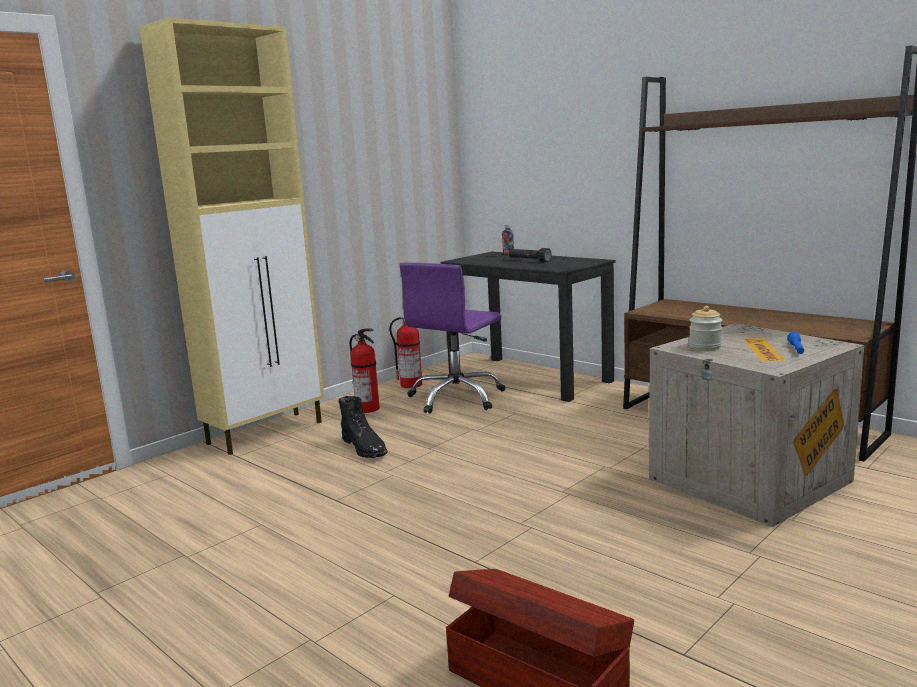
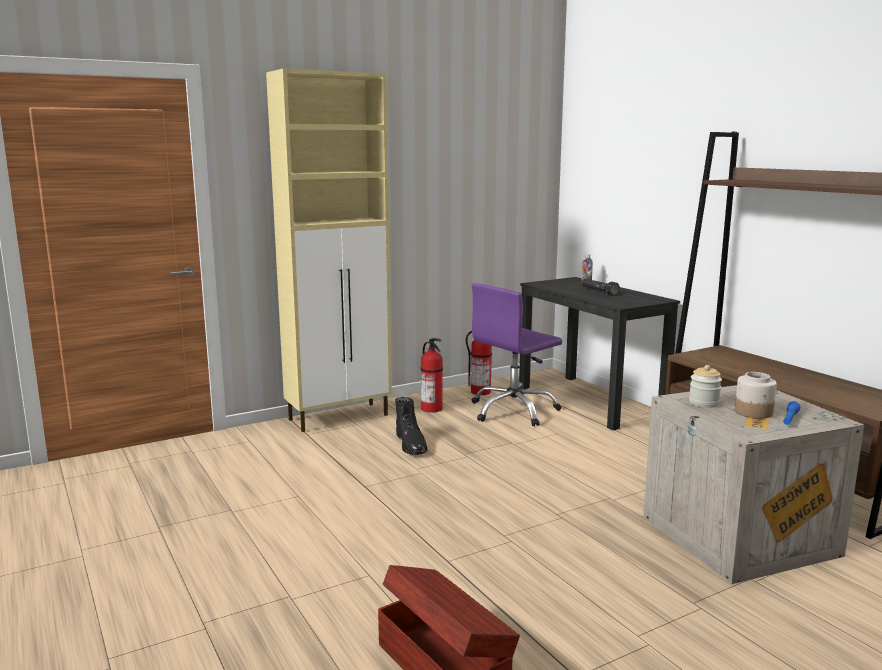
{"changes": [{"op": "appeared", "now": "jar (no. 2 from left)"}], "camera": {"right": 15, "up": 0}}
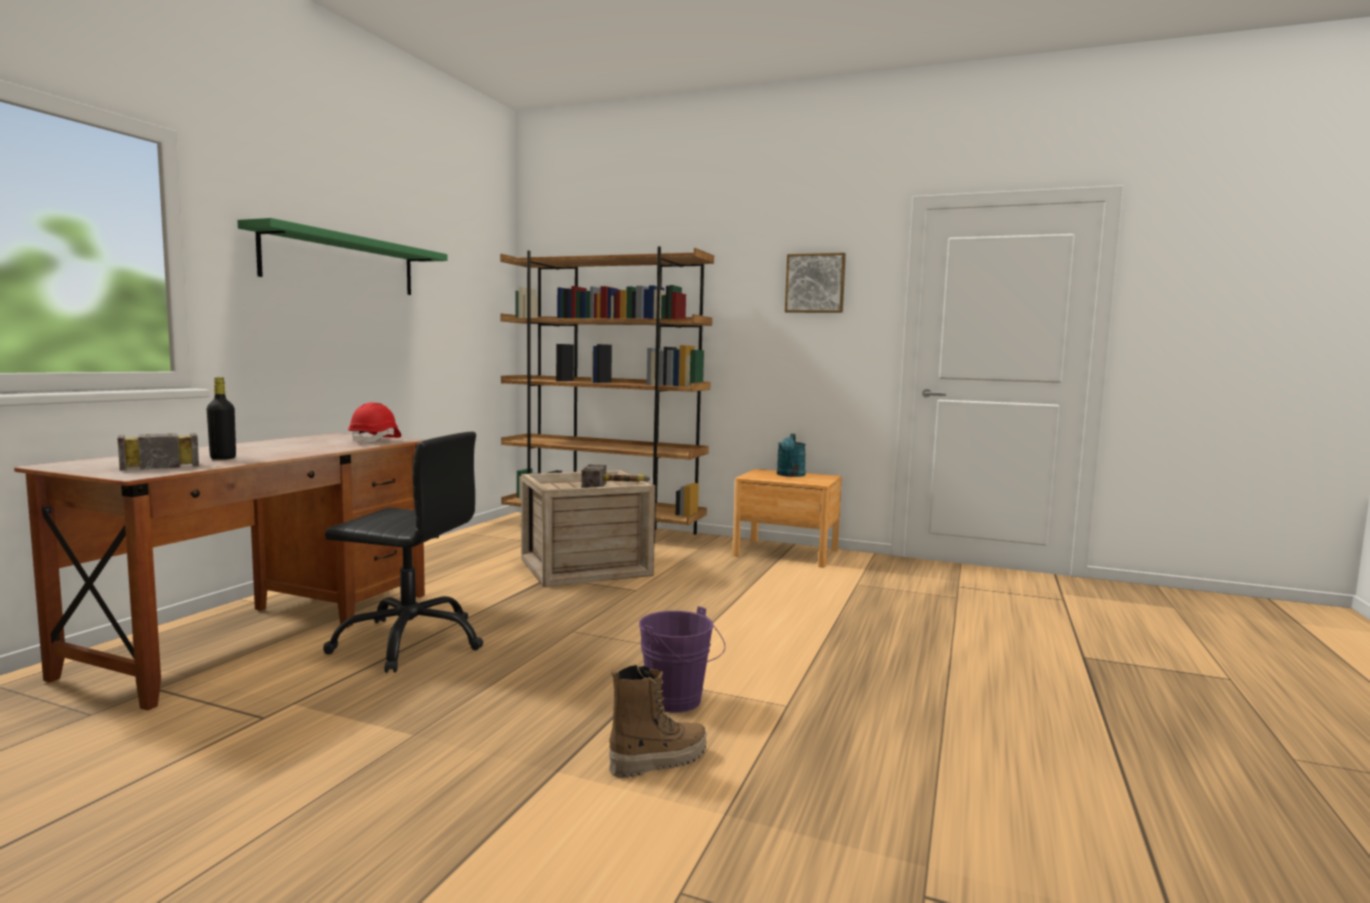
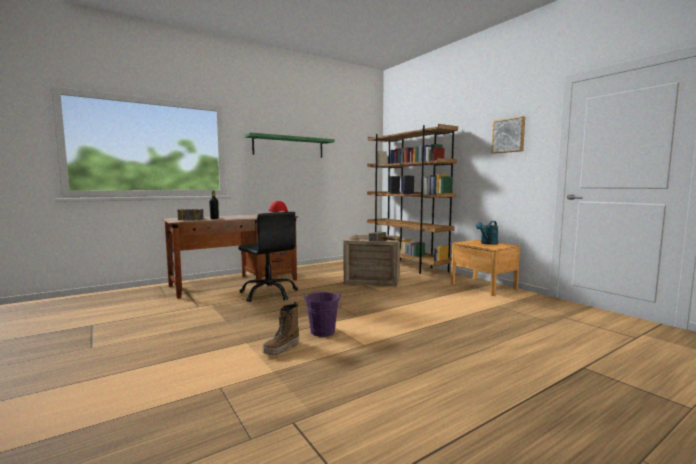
{"changes": [{"op": "spun", "was": "boot", "clockwise": 120}], "camera": {"right": 35, "up": 0}}
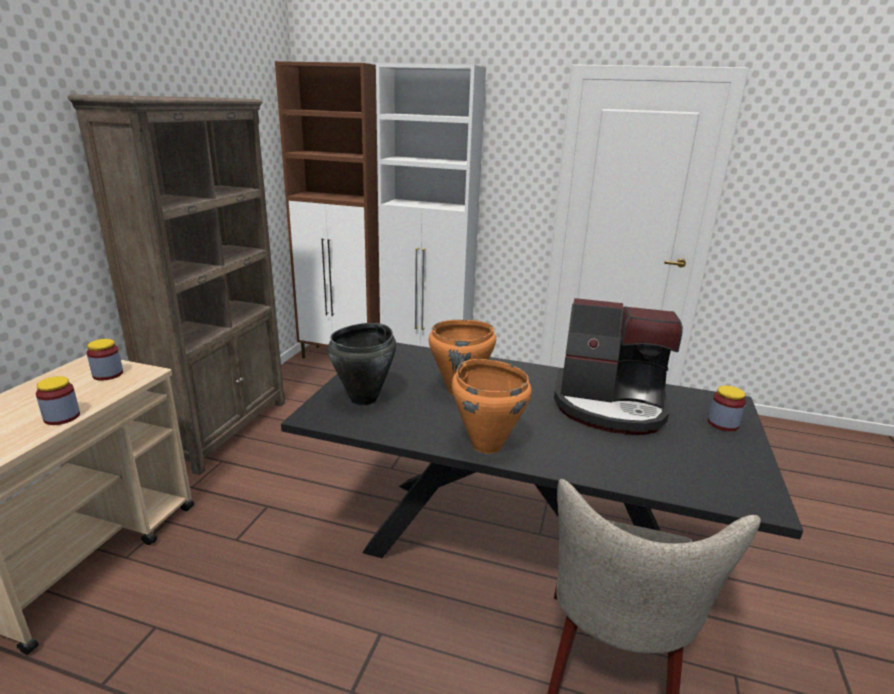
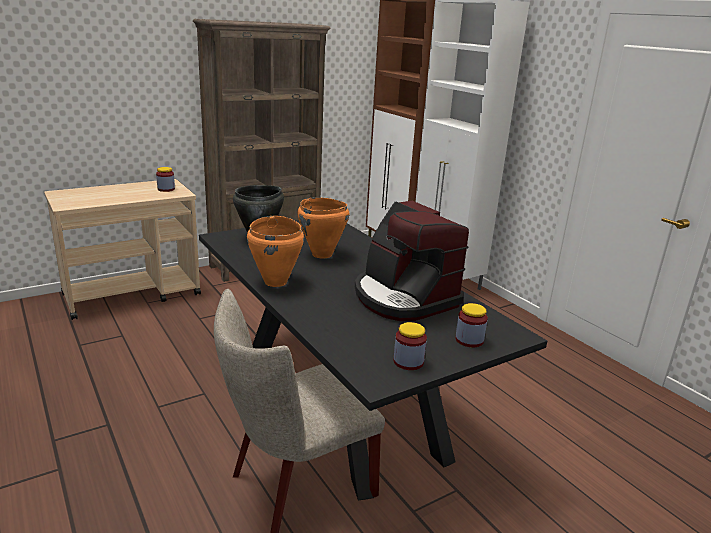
{"changes": [{"op": "relocated", "was": "jar (no. 1 from left in the first image)", "now": "jar (no. 2 from left)"}], "camera": {"right": 40, "up": 0}}
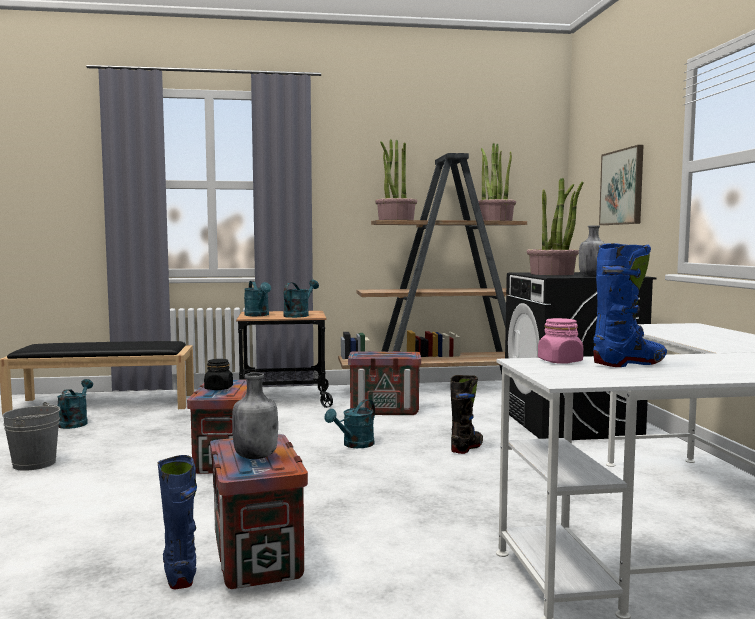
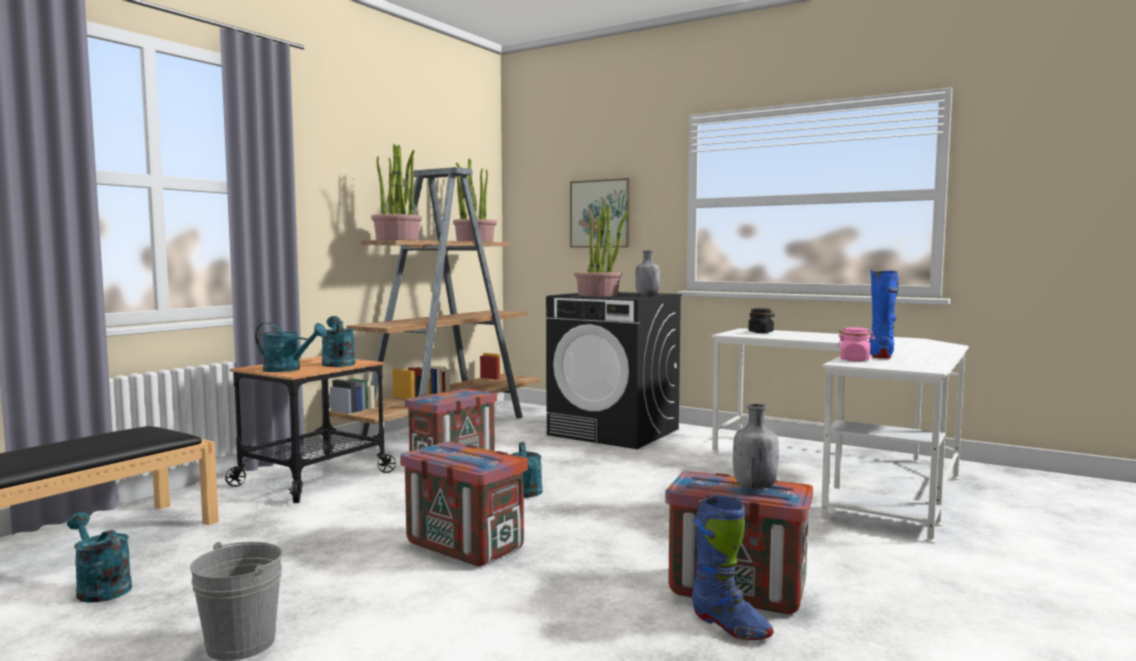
{"changes": [{"op": "spun", "was": "blue boot (no. 1 from left)", "clockwise": -150}, {"op": "relocated", "was": "black jar"}, {"op": "missing", "was": "black boot"}], "camera": {"right": -50, "up": 0}}
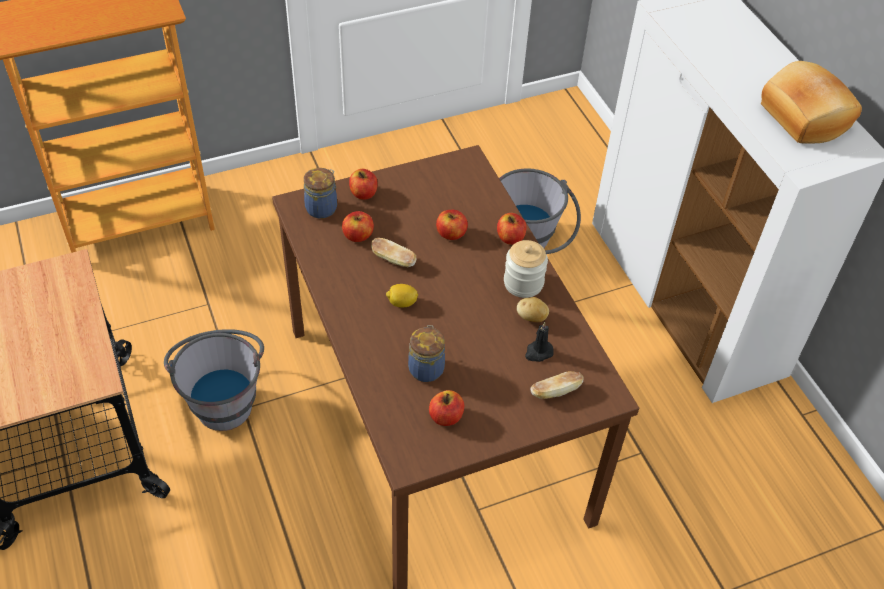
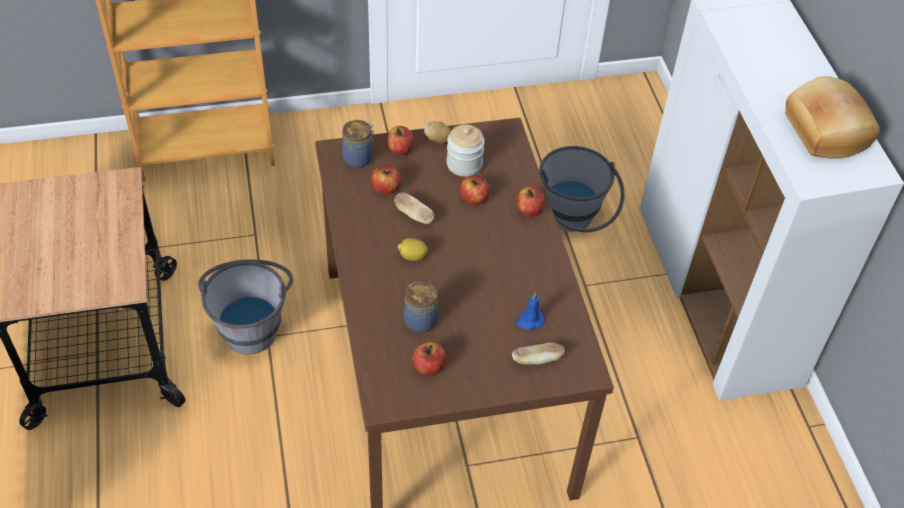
{"changes": [{"op": "relocated", "was": "potato"}, {"op": "relocated", "was": "jar (no. 3 from left)"}, {"op": "colour", "was": "black candle", "now": "blue candle"}], "camera": {"right": 10, "up": 0}}
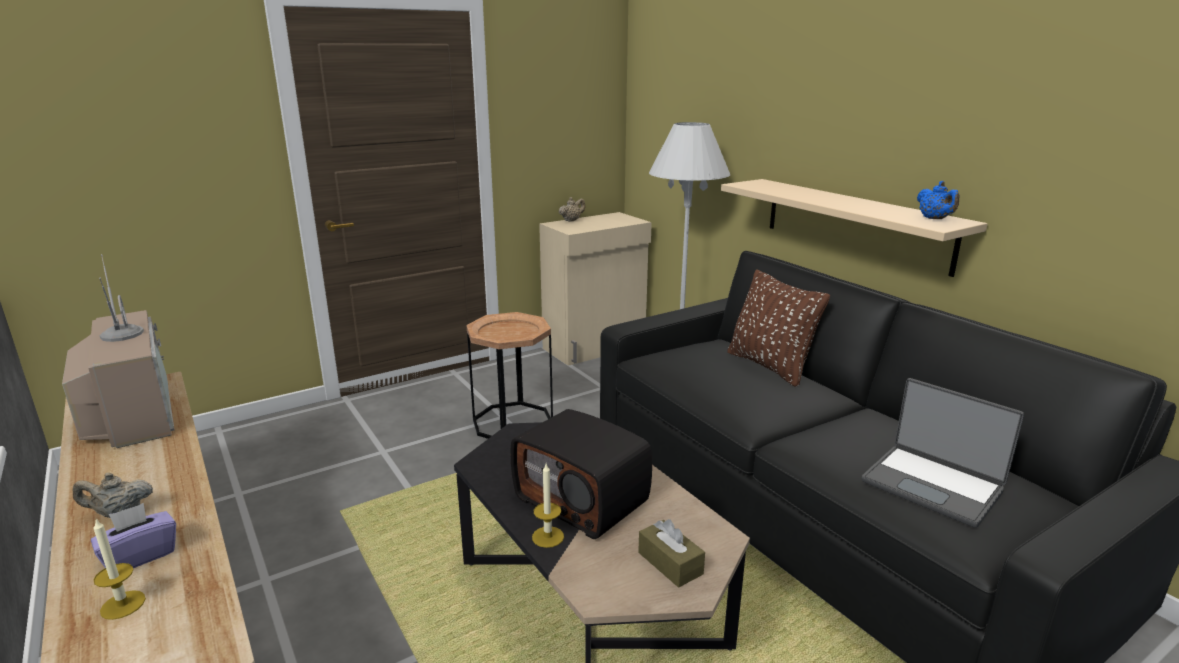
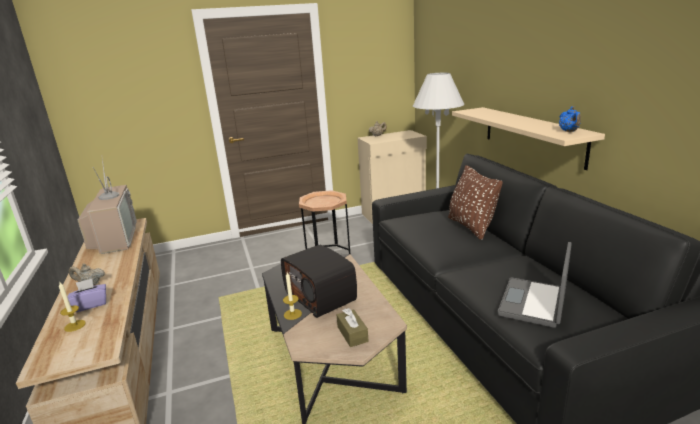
{"changes": [{"op": "spun", "was": "laptop", "clockwise": 60}], "camera": {"right": 15, "up": 0}}
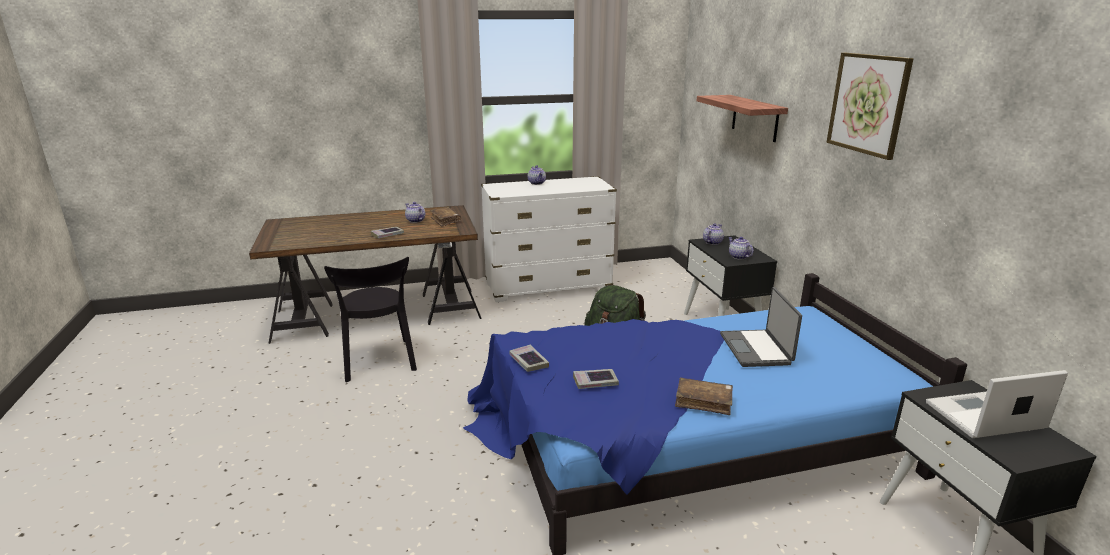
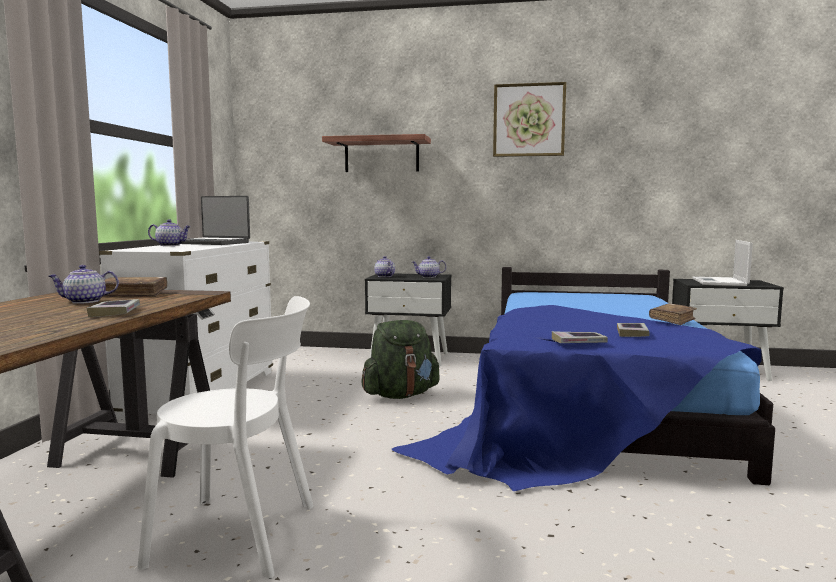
{"changes": [{"op": "colour", "was": "black chair", "now": "white chair"}, {"op": "relocated", "was": "laptop (no. 1 from left)"}], "camera": {"right": -65, "up": -15}}
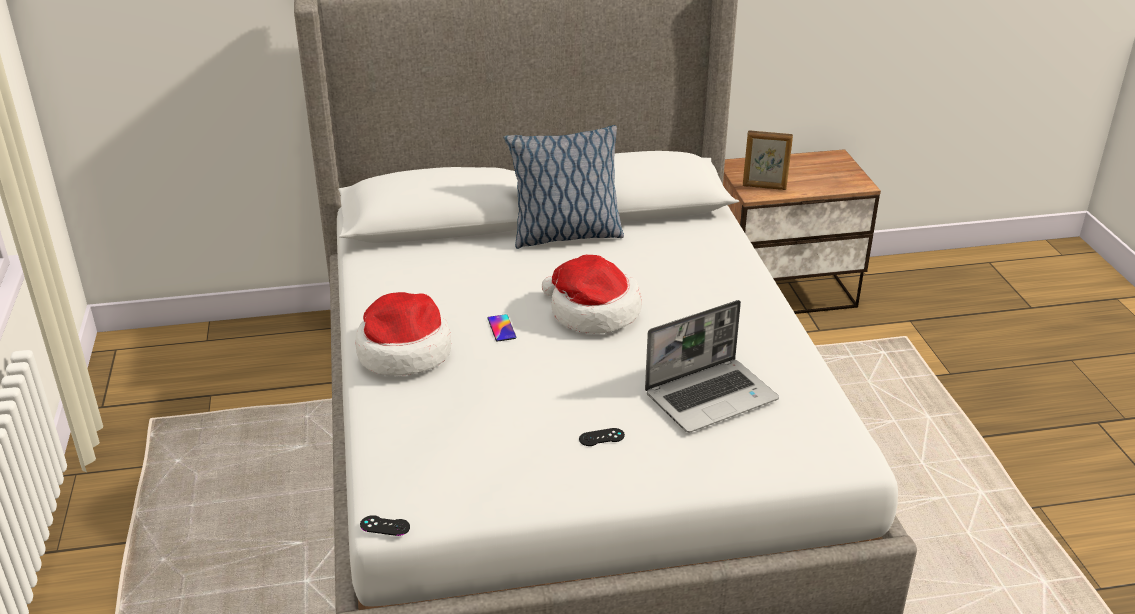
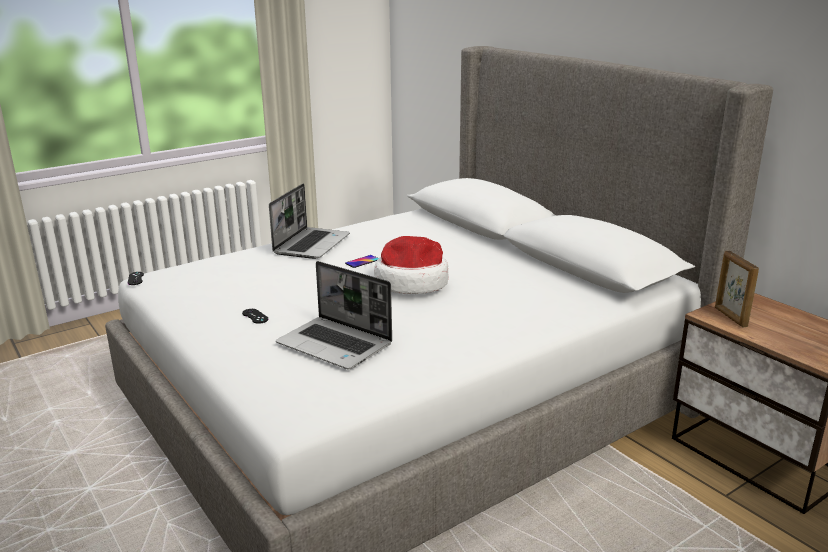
{"changes": [{"op": "exchanged", "was": "hat (no. 1 from left)", "now": "laptop (no. 1 from left)"}, {"op": "missing", "was": "pillow"}], "camera": {"right": 65, "up": -10}}
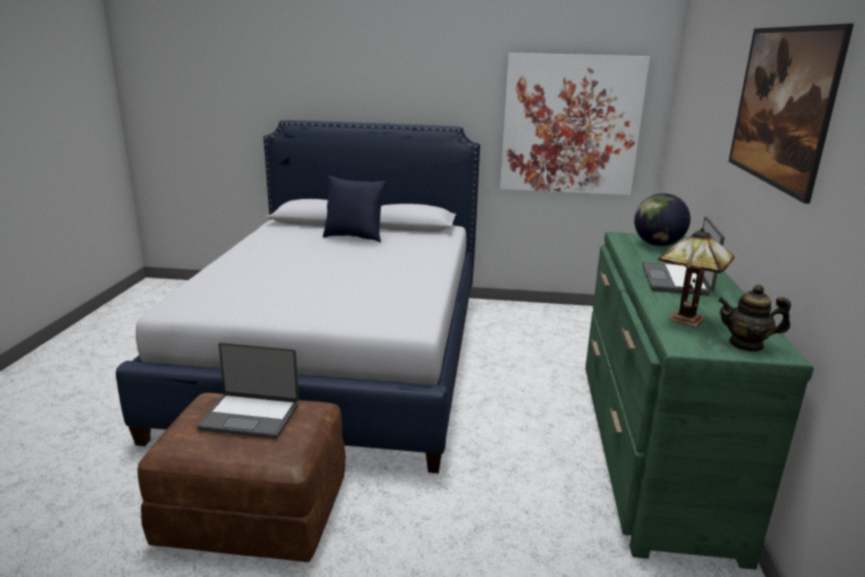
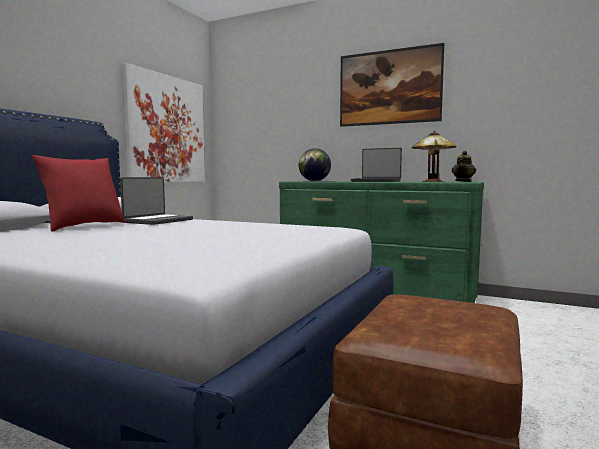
{"changes": [{"op": "colour", "was": "blue pillow", "now": "red pillow"}, {"op": "relocated", "was": "laptop (no. 1 from left)"}], "camera": {"right": -70, "up": -15}}
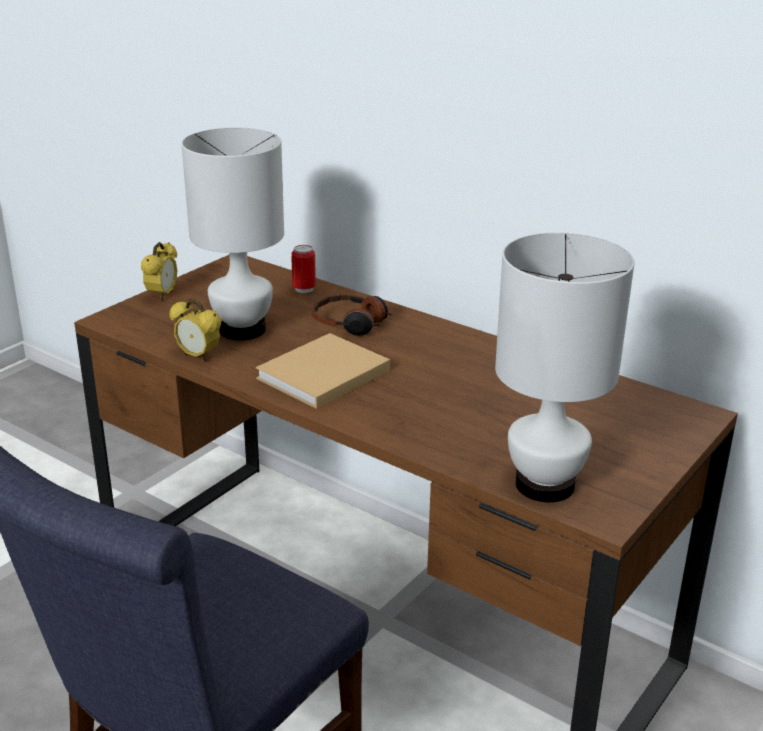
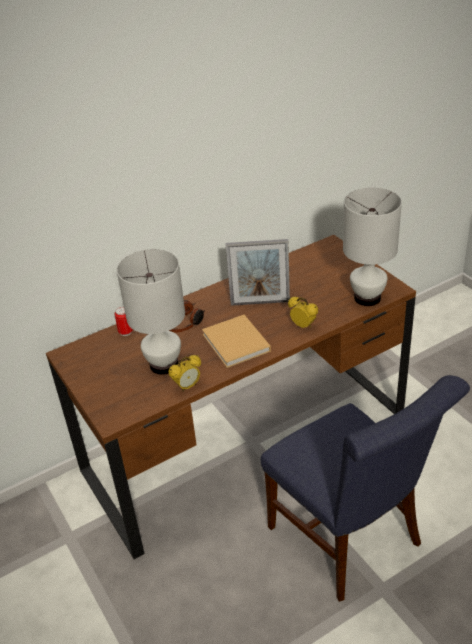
{"changes": [{"op": "appeared", "now": "picture frame"}, {"op": "relocated", "was": "alarm clock (no. 1 from left in the first image)", "now": "alarm clock (no. 2 from left)"}], "camera": {"right": -65, "up": 10}}
